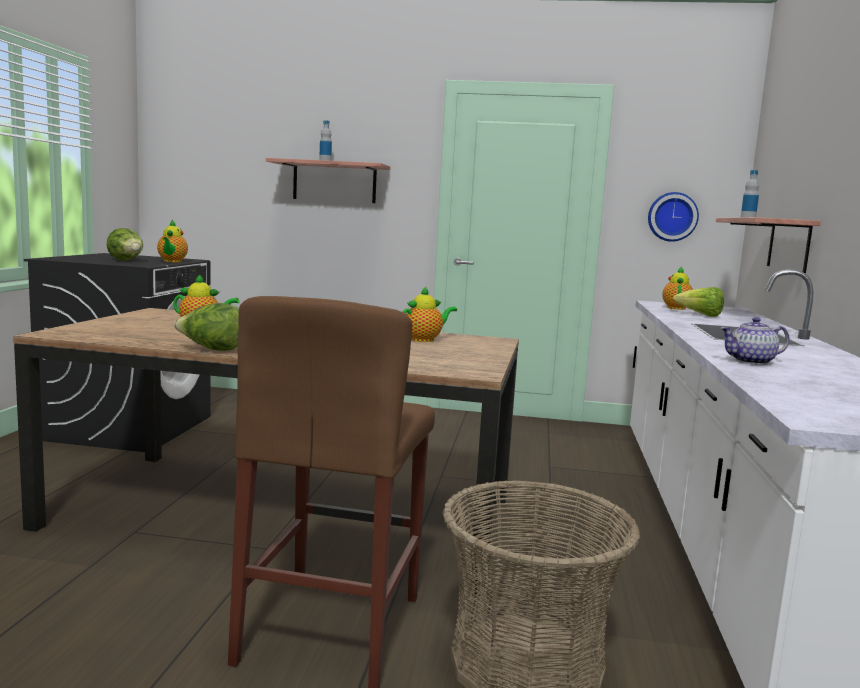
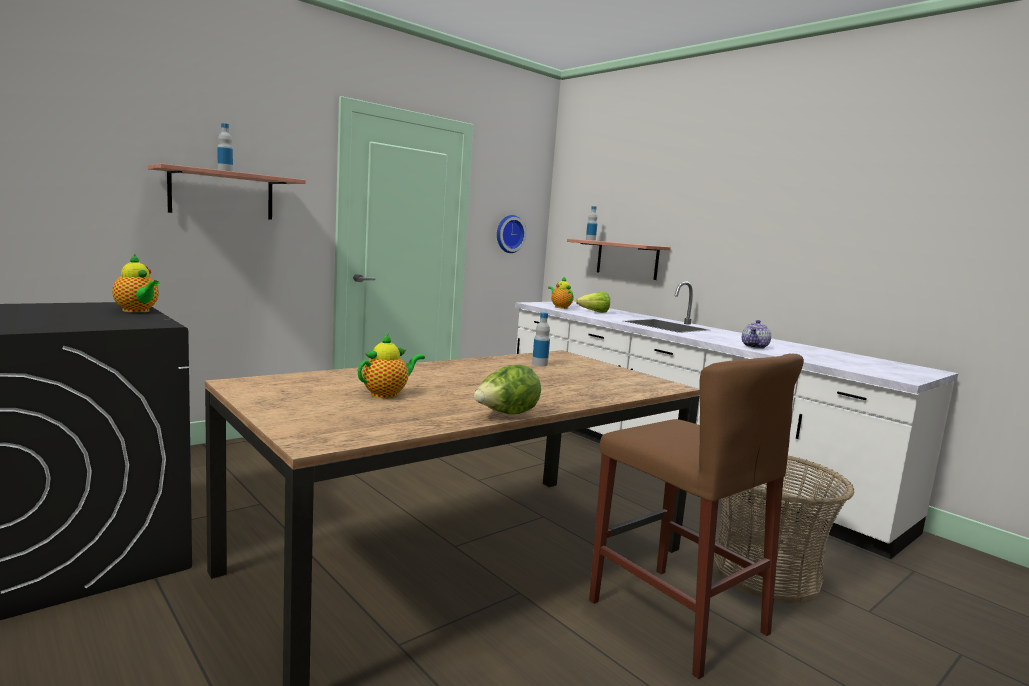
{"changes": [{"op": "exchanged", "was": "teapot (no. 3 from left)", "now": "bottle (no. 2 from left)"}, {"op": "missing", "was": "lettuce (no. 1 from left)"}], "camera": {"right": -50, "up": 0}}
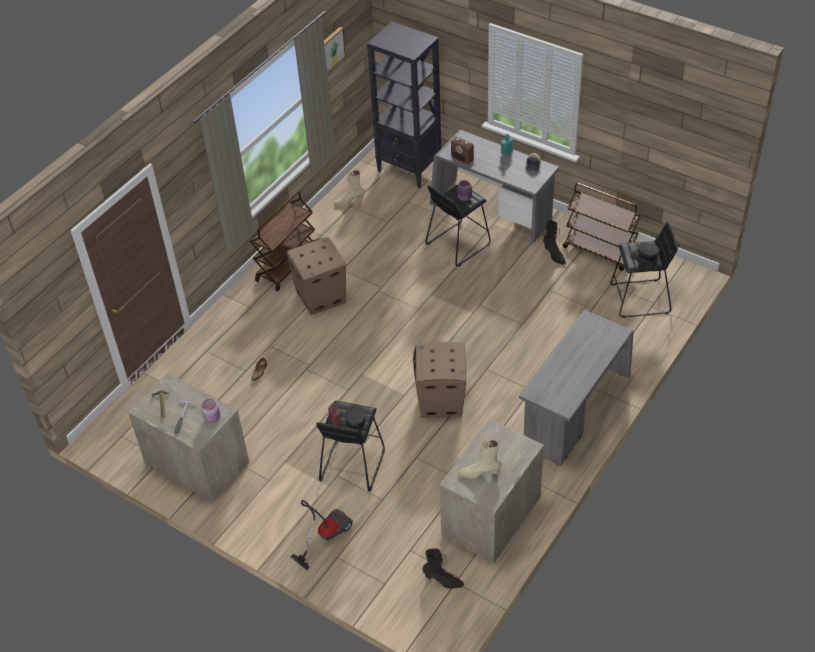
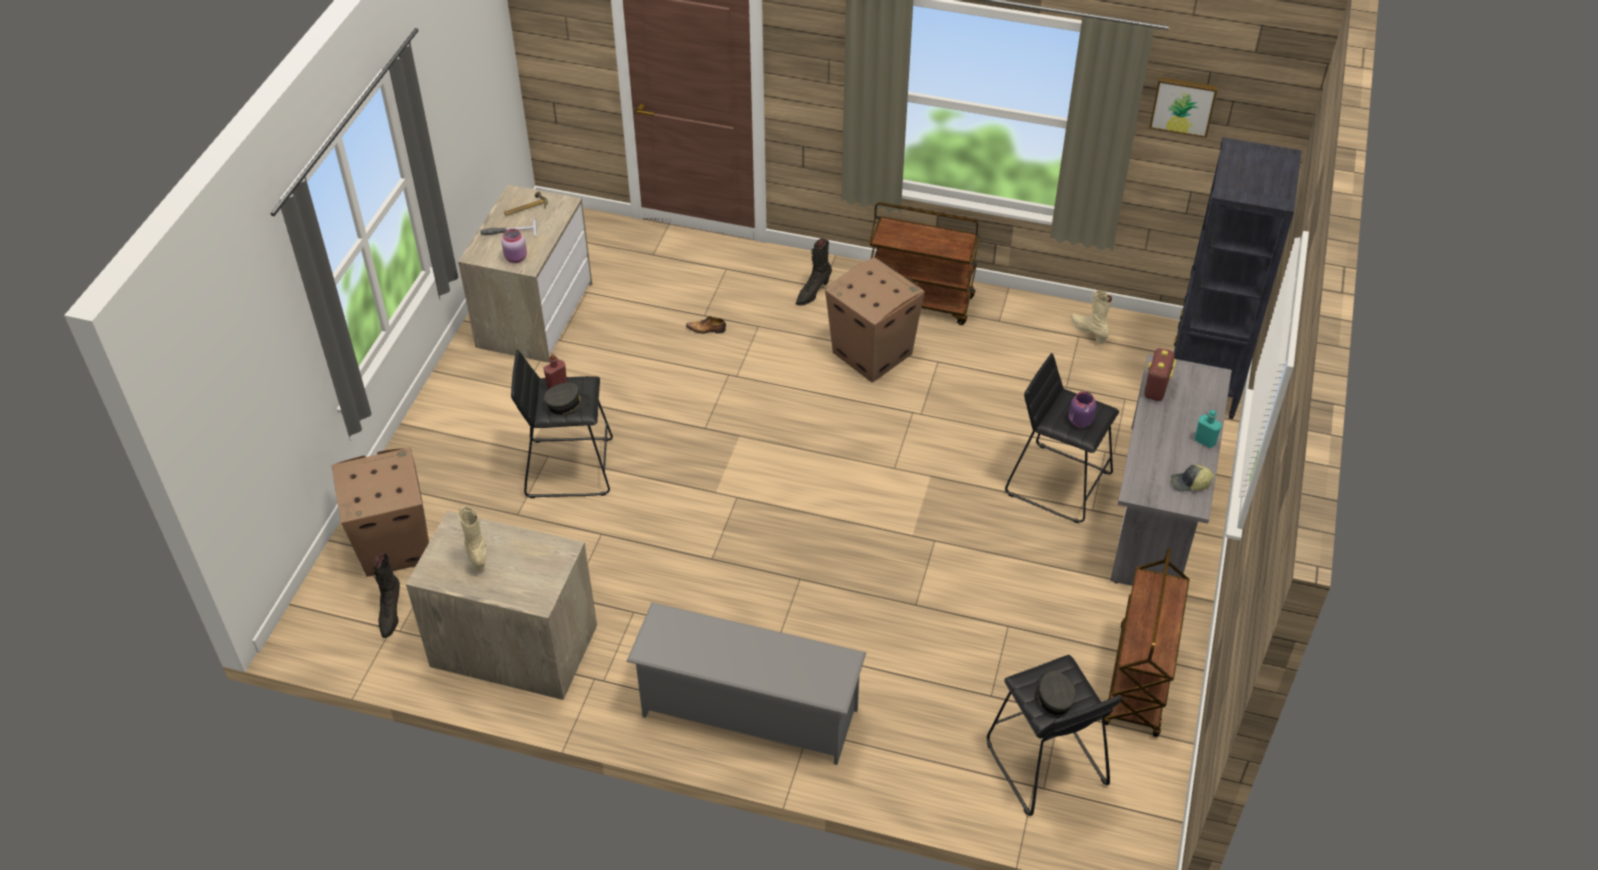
{"changes": [{"op": "relocated", "was": "cardboard box (no. 2 from left in the first image)", "now": "cardboard box (no. 1 from left)"}, {"op": "exchanged", "was": "grey desk (no. 2 from left)", "now": "grey shoe rack"}, {"op": "relocated", "was": "black boot (no. 2 from left)"}, {"op": "missing", "was": "vacuum cleaner"}], "camera": {"right": 70, "up": 0}}
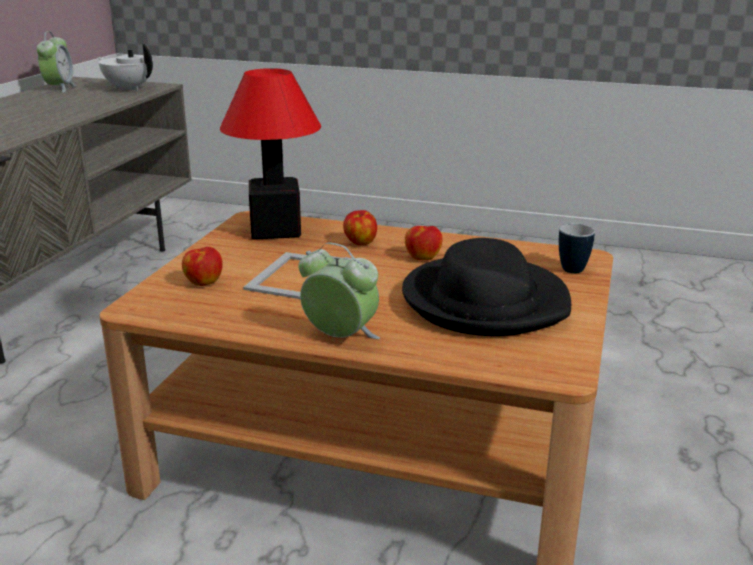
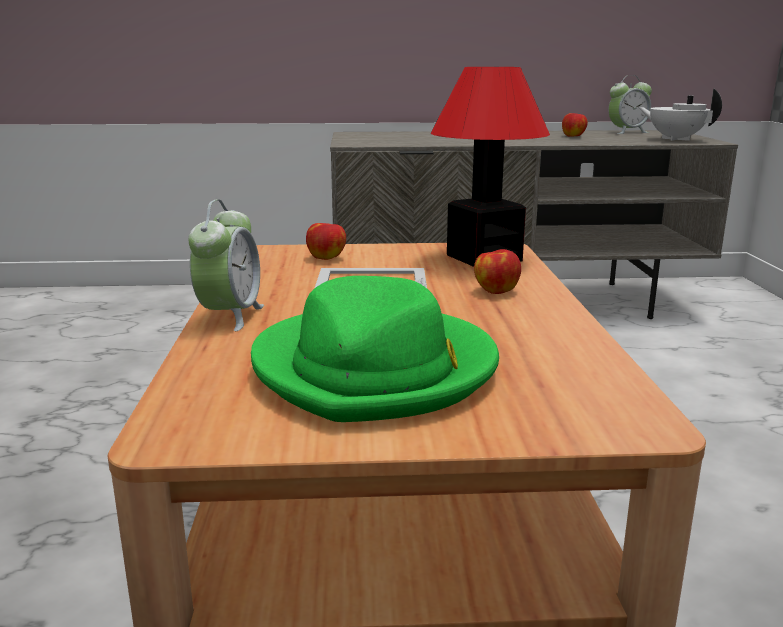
{"changes": [{"op": "colour", "was": "black hat", "now": "green hat"}, {"op": "relocated", "was": "apple (no. 3 from left)"}, {"op": "spun", "was": "white teapot", "clockwise": -60}, {"op": "missing", "was": "mug"}], "camera": {"right": 70, "up": -5}}
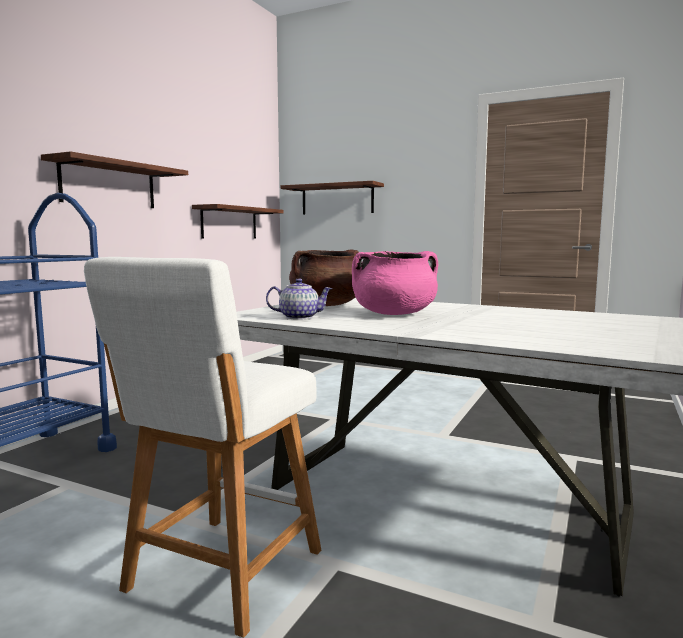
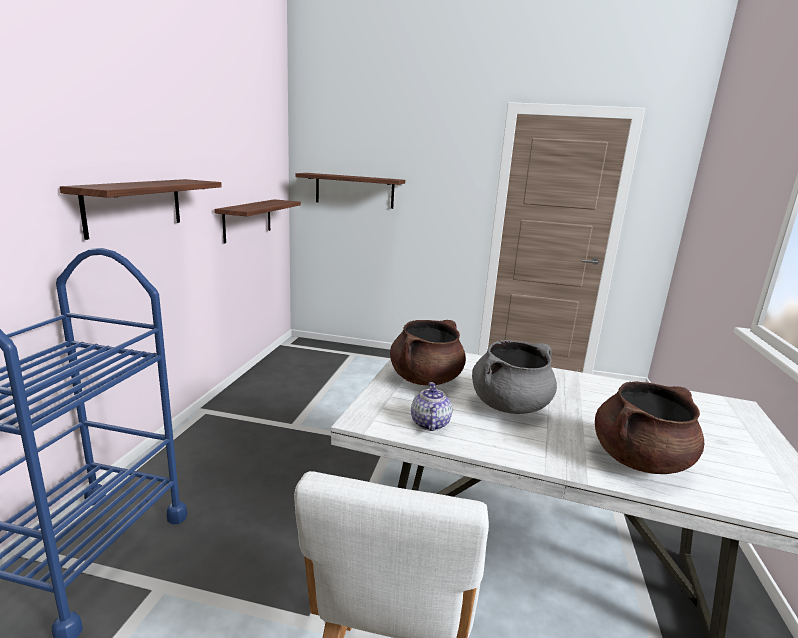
{"changes": [{"op": "spun", "was": "teapot", "clockwise": -75}, {"op": "colour", "was": "pink cooking pot", "now": "grey cooking pot"}, {"op": "appeared", "now": "brown cooking pot (no. 2 from left)"}], "camera": {"right": -15, "up": 10}}
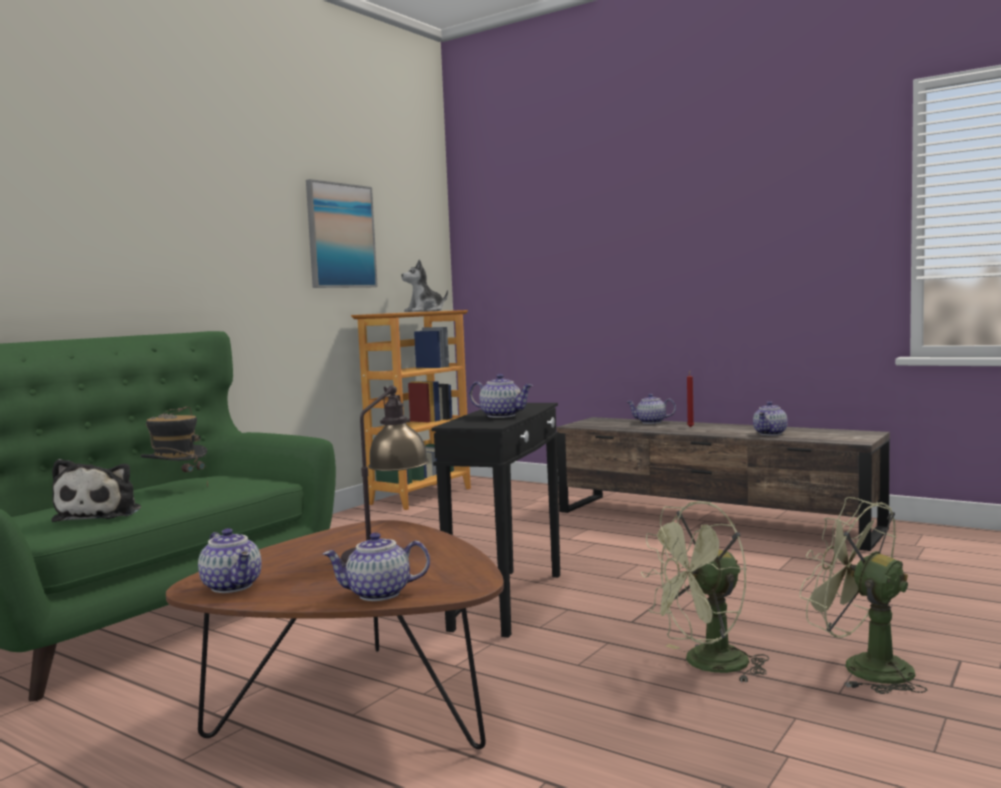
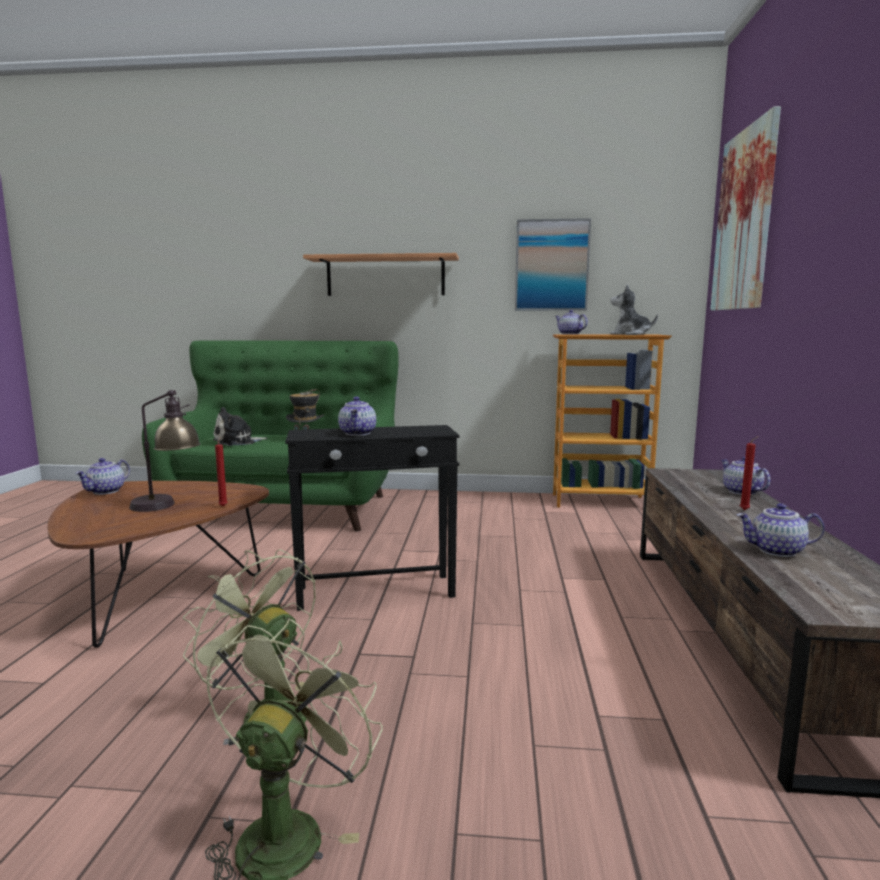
{"changes": [{"op": "appeared", "now": "red candle (no. 1 from left)"}, {"op": "appeared", "now": "shelf"}, {"op": "relocated", "was": "teapot (no. 2 from left in the first image)", "now": "teapot (no. 3 from left)"}, {"op": "appeared", "now": "picture (no. 2 from left)"}], "camera": {"right": 60, "up": 5}}
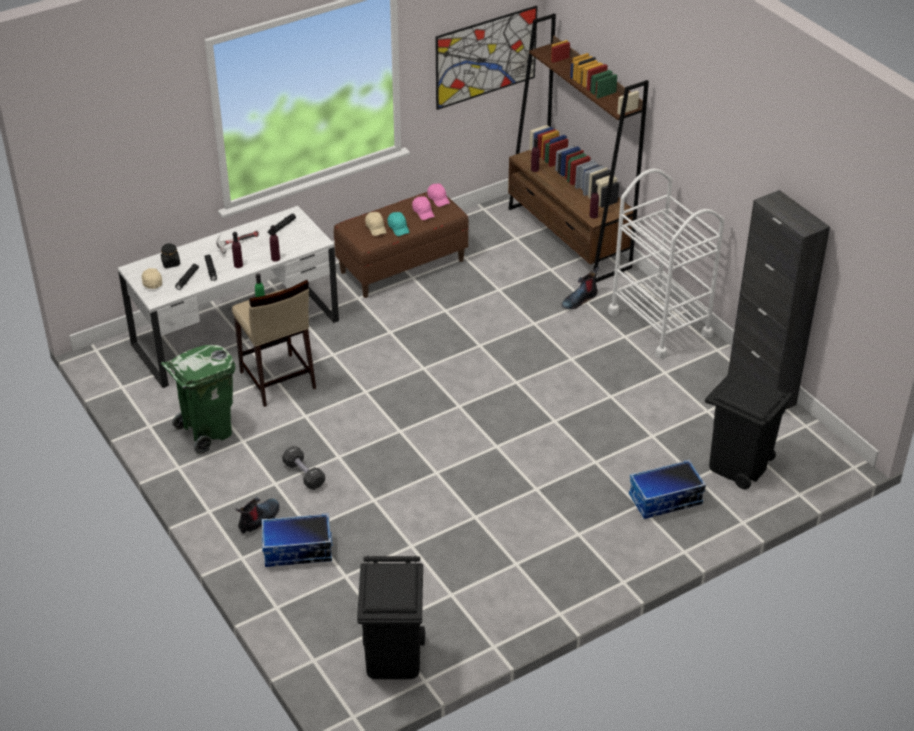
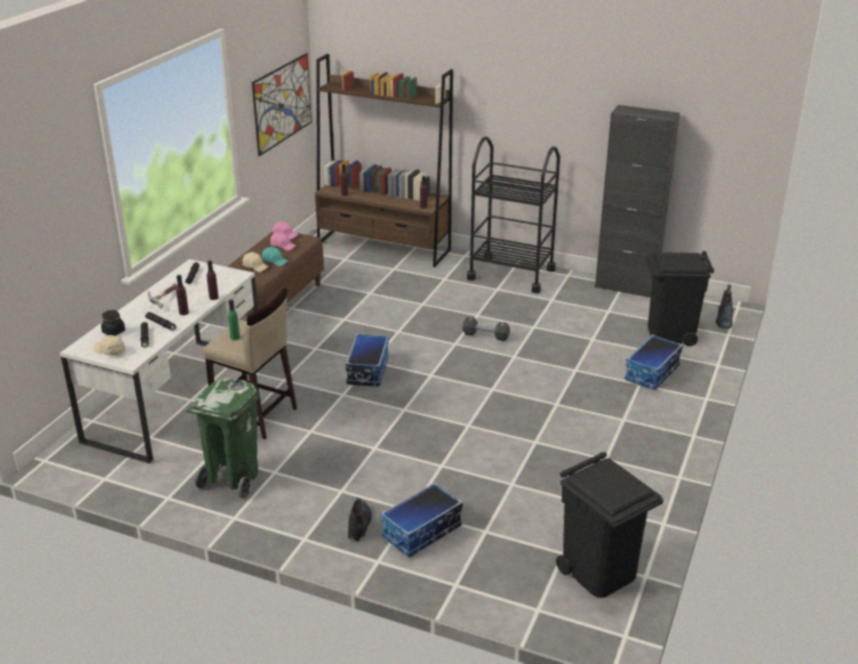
{"changes": [{"op": "appeared", "now": "storage box (no. 1 from left)"}, {"op": "relocated", "was": "black dumbbell"}, {"op": "colour", "was": "white cart", "now": "black cart"}, {"op": "relocated", "was": "boot (no. 2 from left)"}], "camera": {"right": -35, "up": -10}}
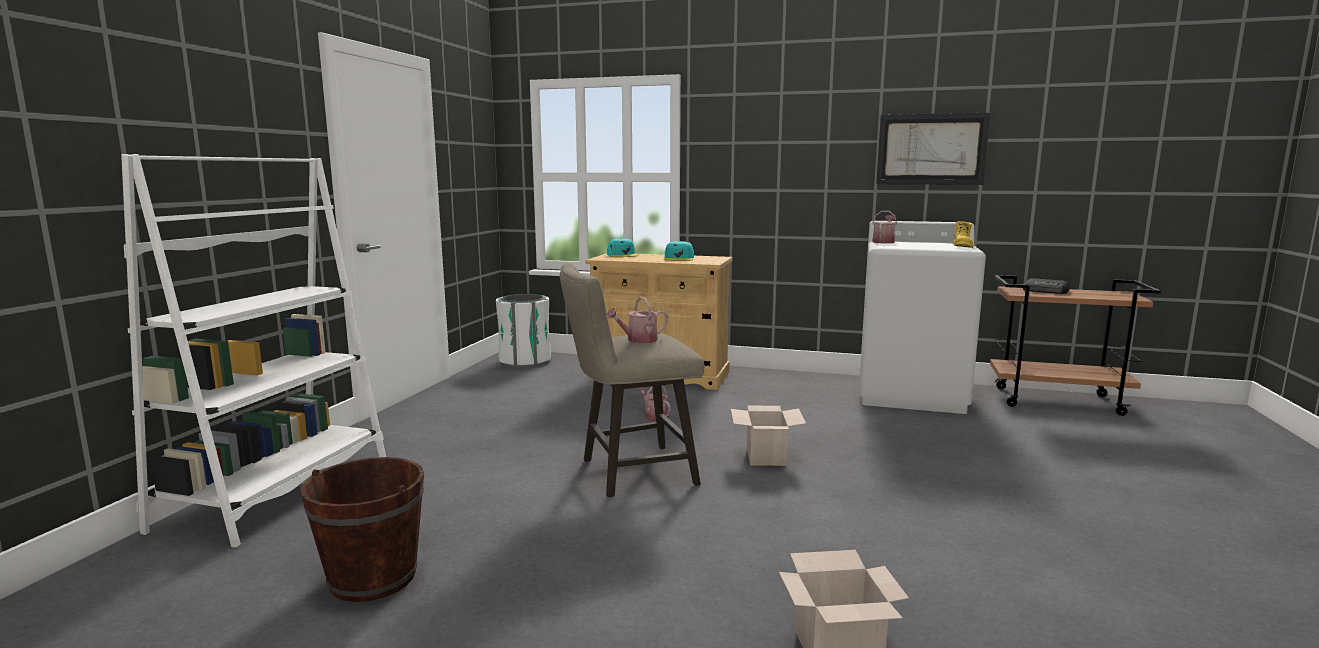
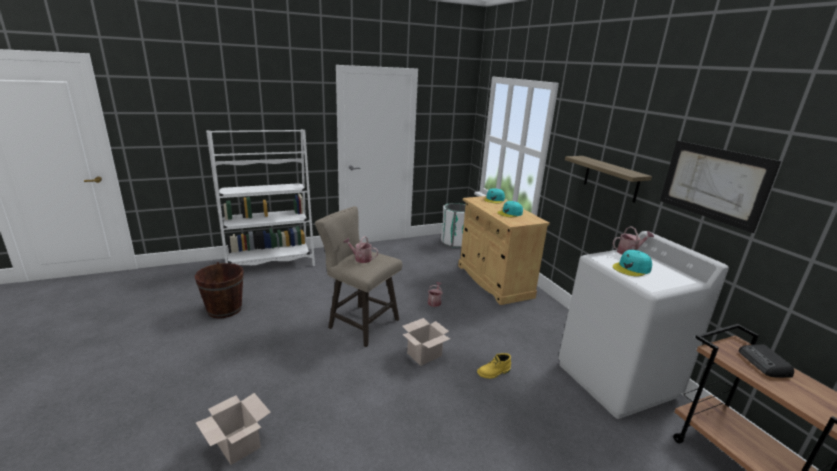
{"changes": [{"op": "relocated", "was": "yellow boot"}, {"op": "appeared", "now": "shelf"}, {"op": "appeared", "now": "turquoise cap (no. 3 from left)"}], "camera": {"right": 50, "up": 10}}
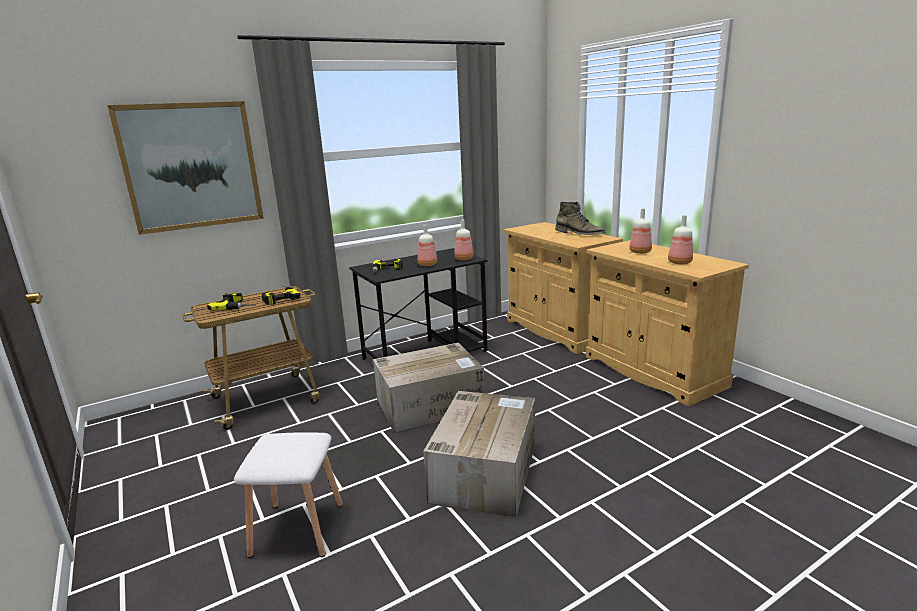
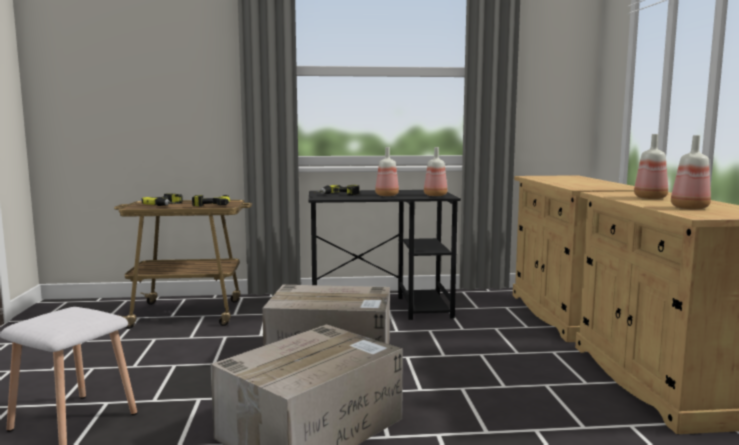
{"changes": [{"op": "missing", "was": "picture"}, {"op": "missing", "was": "green boot"}], "camera": {"right": 25, "up": -10}}
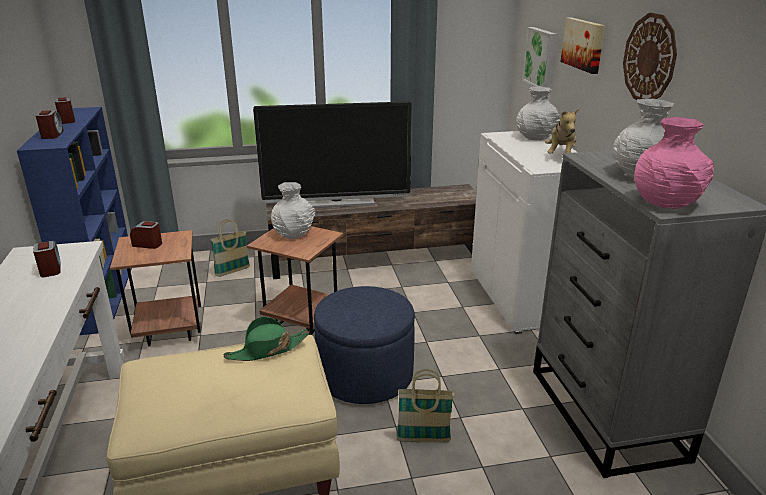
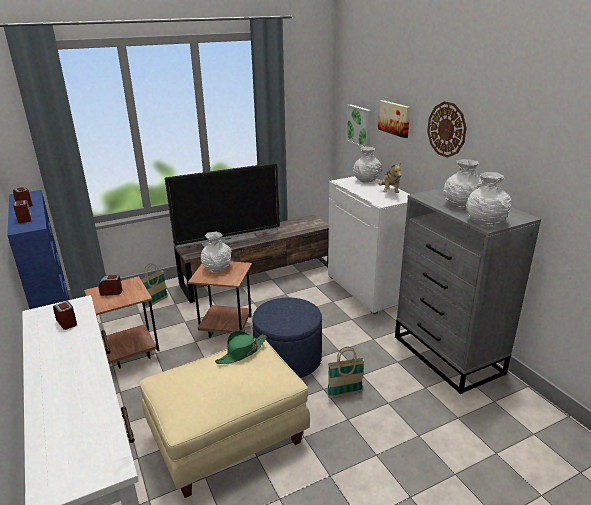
{"changes": [{"op": "colour", "was": "pink vase", "now": "white vase (no. 4 from left)"}], "camera": {"right": -15, "up": 0}}
